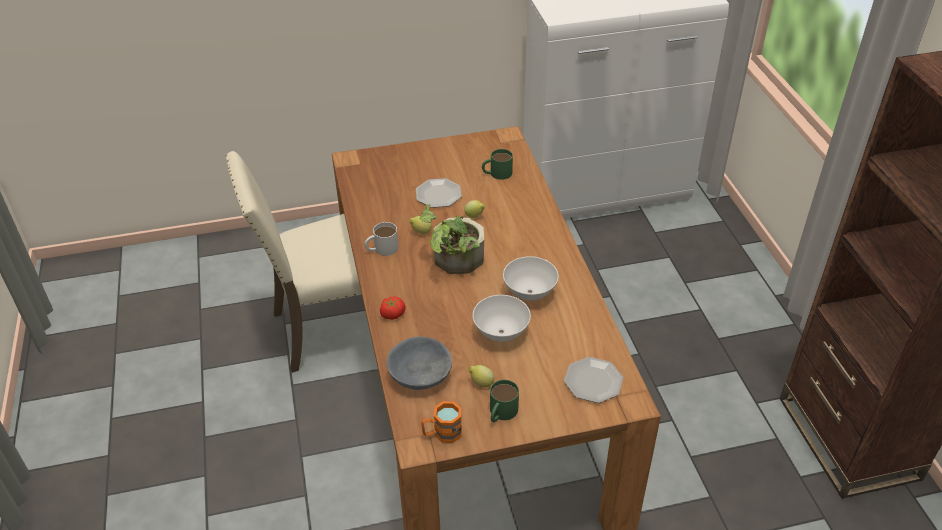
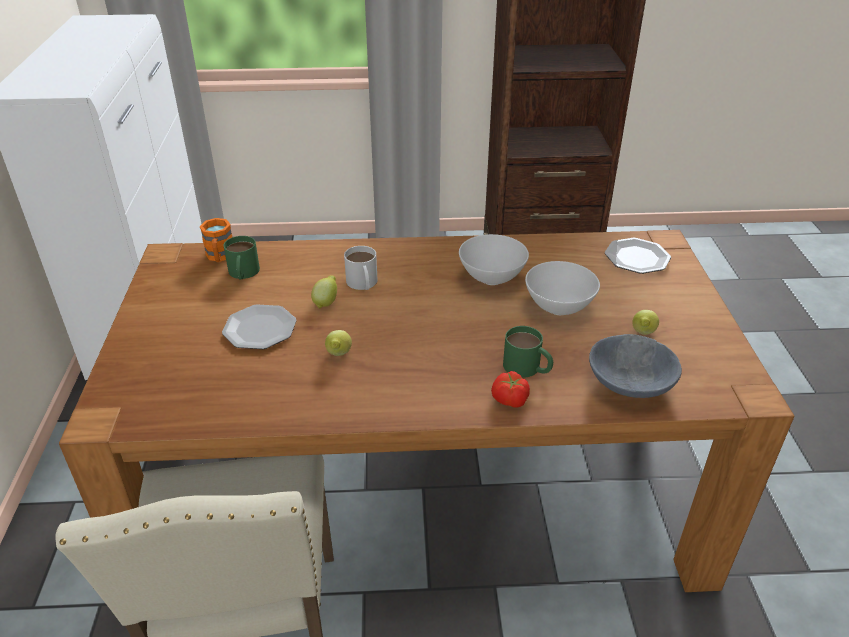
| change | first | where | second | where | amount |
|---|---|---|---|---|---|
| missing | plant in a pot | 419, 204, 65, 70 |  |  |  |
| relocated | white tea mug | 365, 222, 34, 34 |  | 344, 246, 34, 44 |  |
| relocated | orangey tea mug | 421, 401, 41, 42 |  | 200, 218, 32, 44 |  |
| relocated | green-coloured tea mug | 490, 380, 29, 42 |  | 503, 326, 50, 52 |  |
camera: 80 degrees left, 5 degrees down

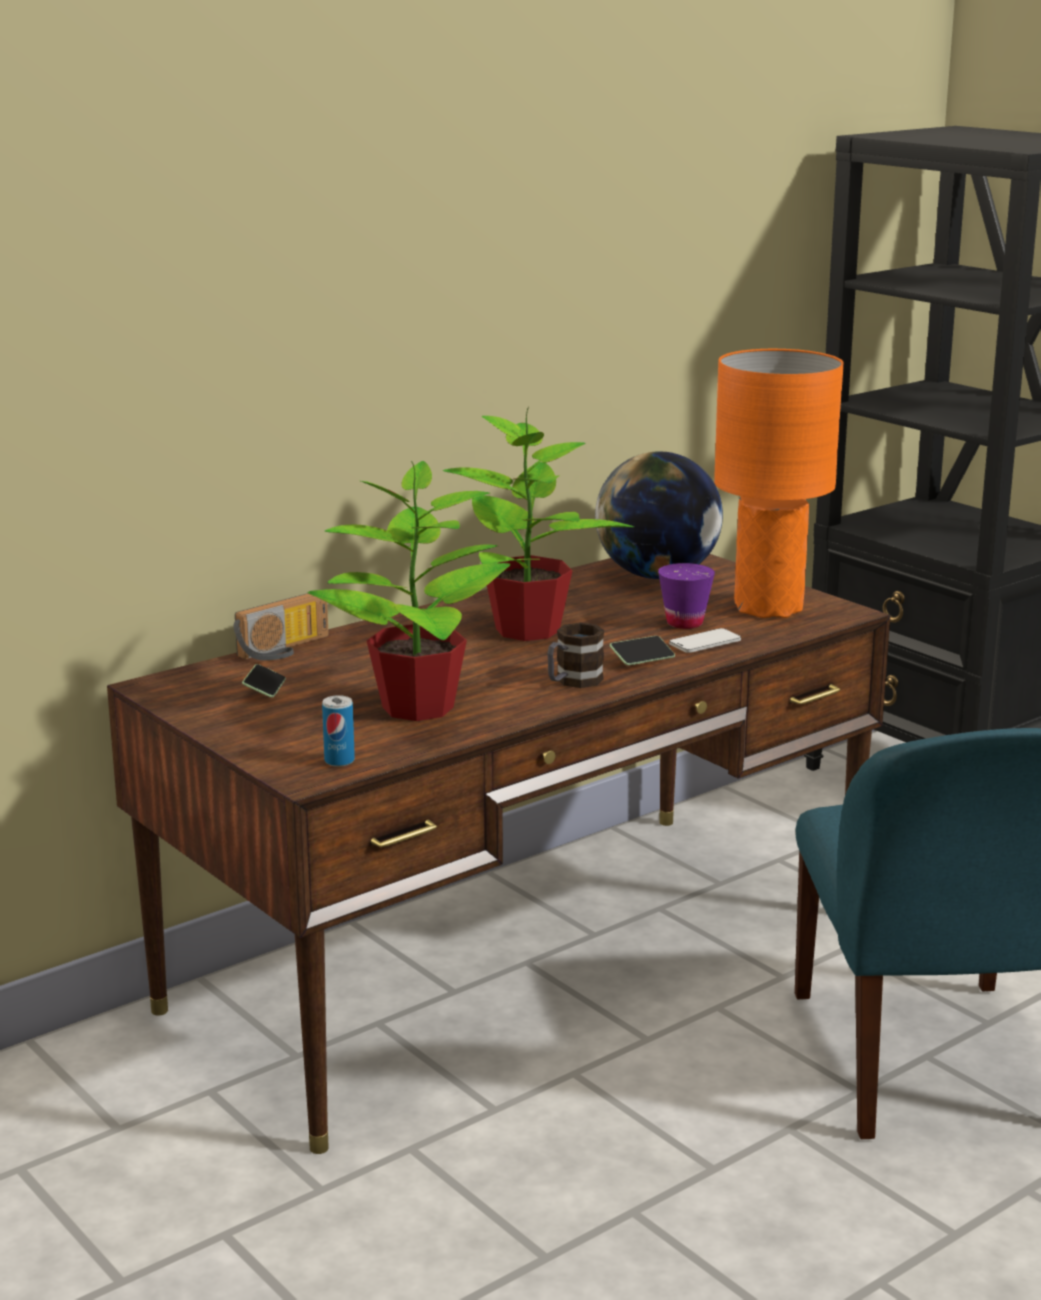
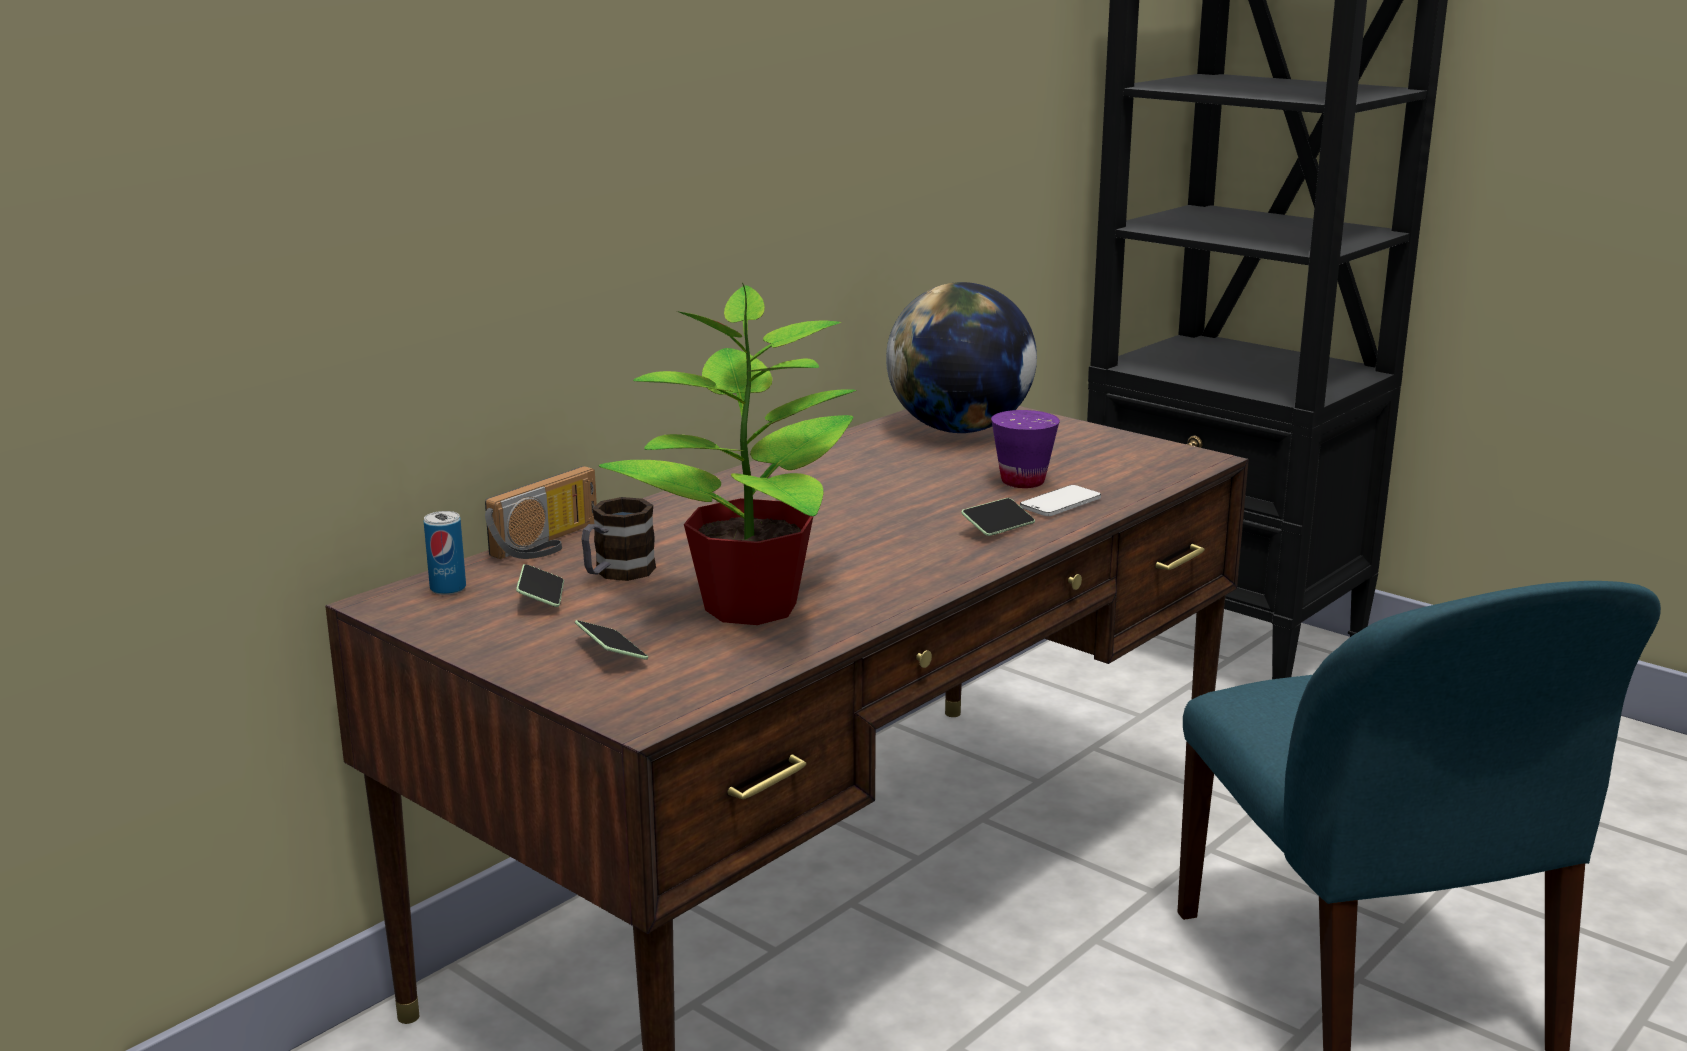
| change | first | where | second | where | amount |
|---|---|---|---|---|---|
| missing | plant in a pot | 442, 407, 192, 234 |  |  |  |
| missing | orangey lamp for a table | 714, 349, 130, 269 |  |  |  |
| appeared |  |  | telephone | 575, 620, 73, 40 |  |
| relocated | can | 322, 695, 33, 72 |  | 424, 511, 42, 84 |  |
| relocated | tea mug | 547, 622, 57, 66 |  | 581, 497, 75, 84 |  |
camera: 10 degrees left, 0 degrees up

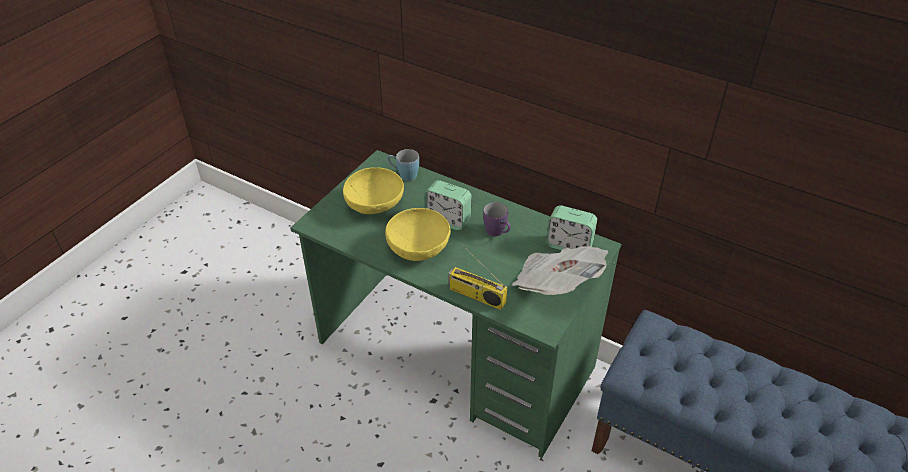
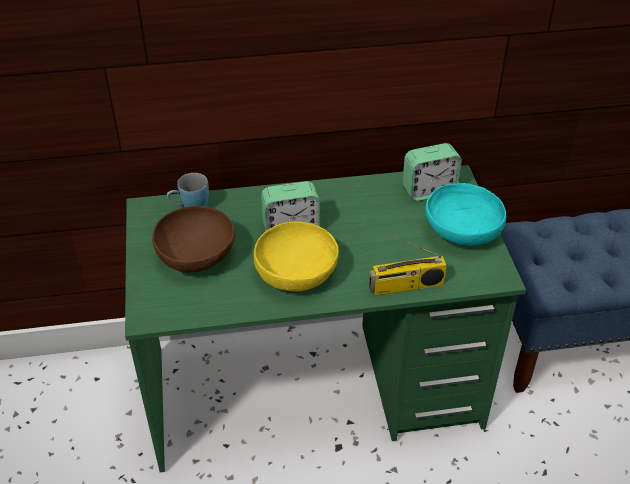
| change | first | where | second | where | amount |
|---|---|---|---|---|---|
| missing | purple tea mug | 483, 202, 28, 34 |  |  |  |
| exchanged | daily paper | 512, 246, 96, 49 | turquoise-coloured serving bowl | 425, 183, 81, 63 |  |
| colour | yellowish serving bowl | 343, 167, 61, 47 | brown-coloured serving bowl | 152, 206, 83, 67 |  |
camera: 40 degrees left, 0 degrees up

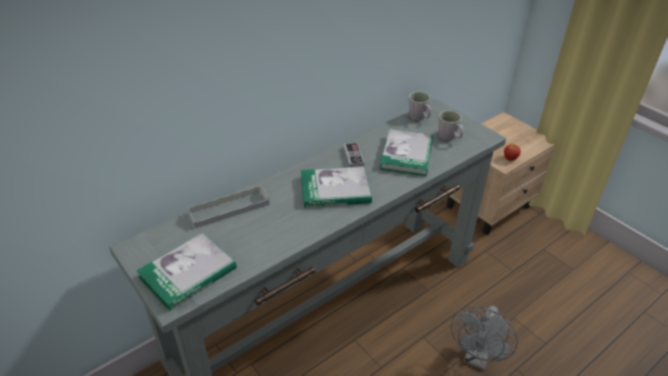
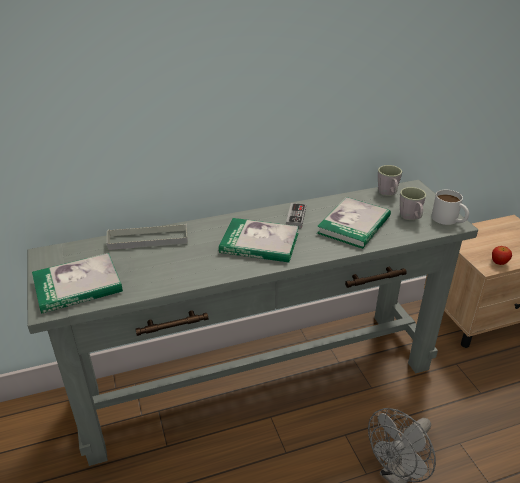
| change | first | where | second | where | amount |
|---|---|---|---|---|---|
| appeared |  |  | white tea mug | 431, 190, 38, 35 |  |
camera: 20 degrees right, 5 degrees down

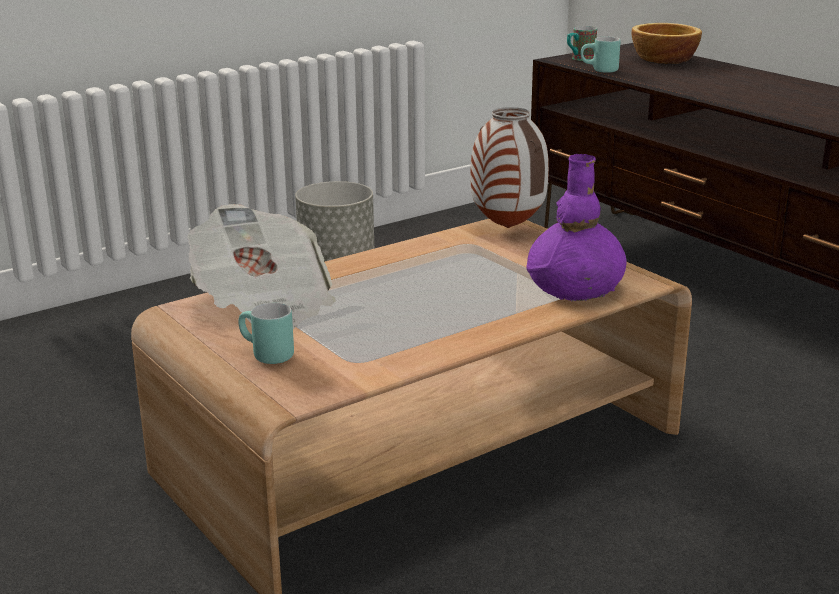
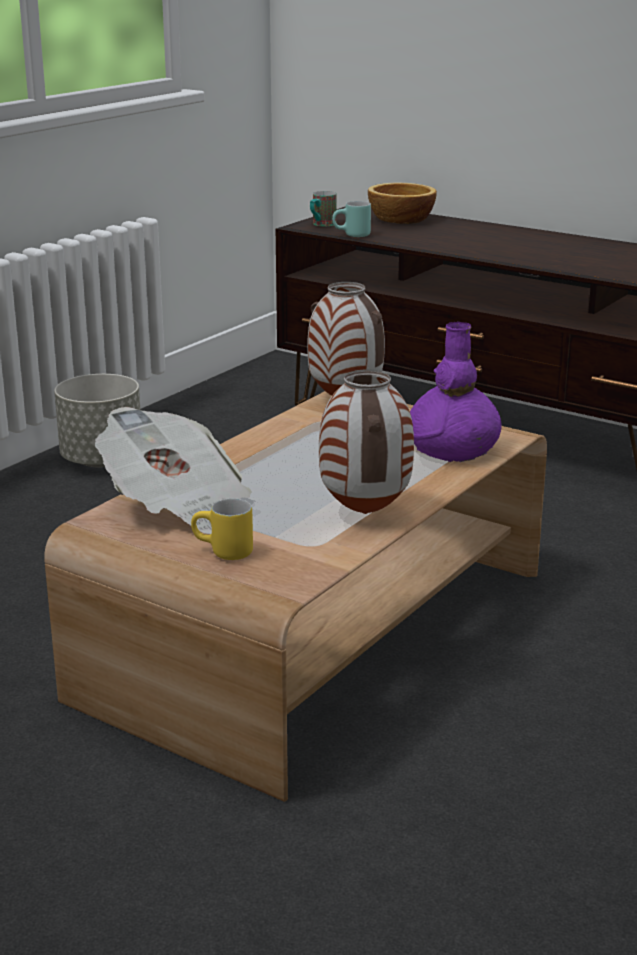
| change | first | where | second | where | amount |
|---|---|---|---|---|---|
| appeared |  |  | vase | 319, 369, 95, 145 |  |
| colour | turquoise-coloured tea mug | 238, 303, 56, 61 | yellowish tea mug | 191, 499, 62, 61 |  |
camera: 20 degrees left, 0 degrees up

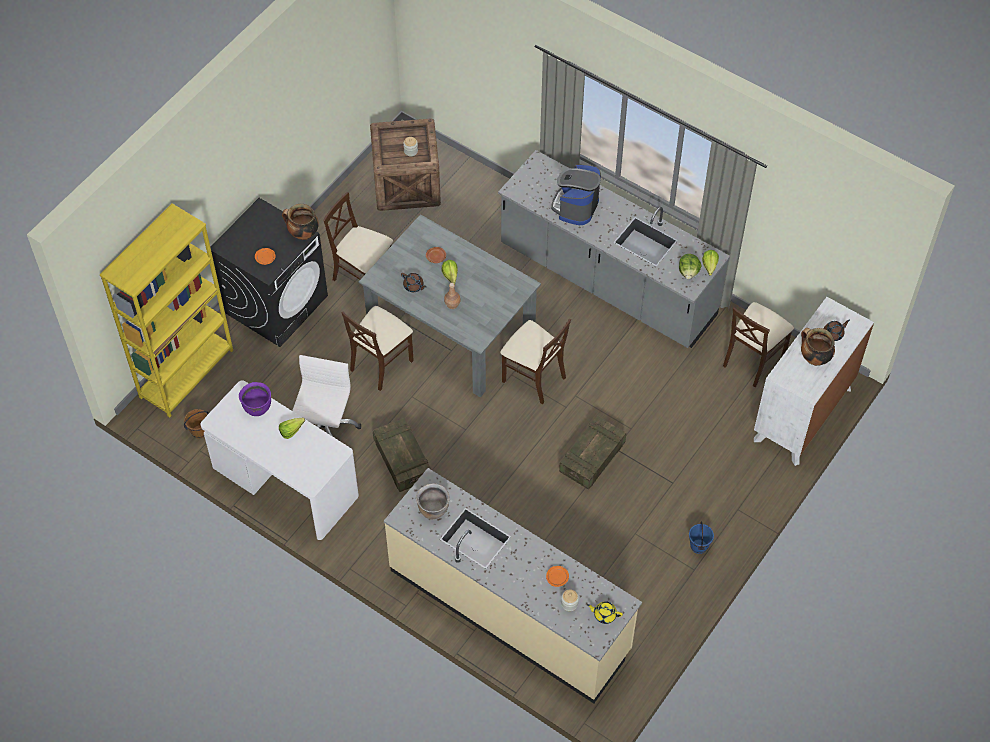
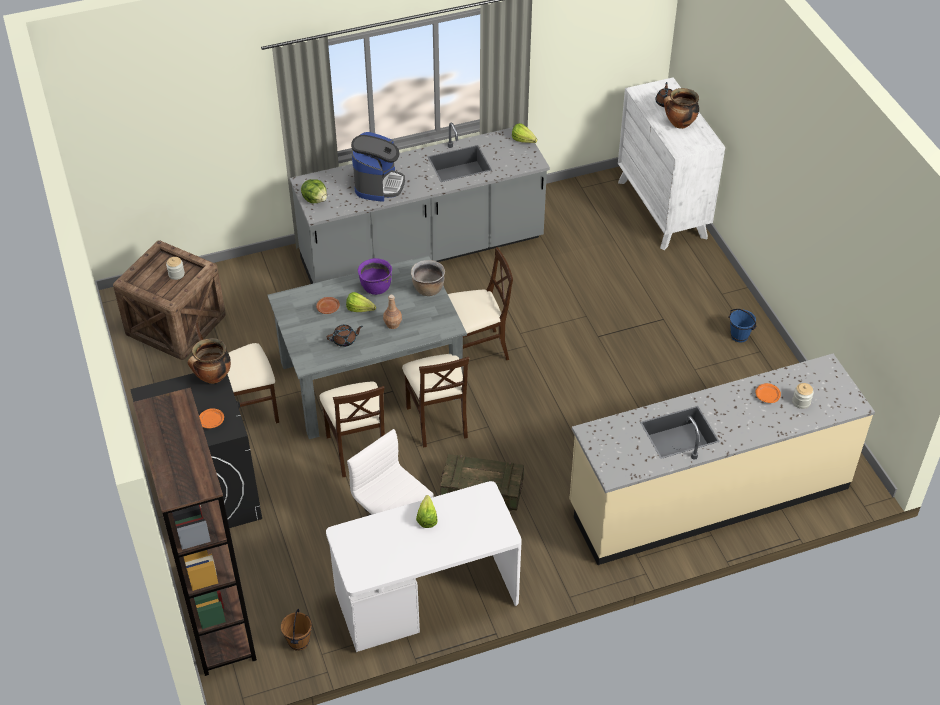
| change | first | where | second | where | amount |
|---|---|---|---|---|---|
| missing | packing crate | 559, 416, 67, 74 |  |  |  |
| missing | yellowish tea pot | 587, 601, 36, 23 |  |  |  |
| relocated | purple saucepot | 239, 382, 32, 34 |  | 358, 258, 34, 37 |  |
| relocated | brown-coloured saucepot | 416, 483, 34, 36 |  | 411, 260, 34, 36 |  |
| relocated | lettuce head | 679, 254, 23, 25 |  | 301, 179, 26, 24 |  |
| relocated | beige-coloured plain chair | 723, 302, 71, 85 |  | 402, 354, 67, 94 |  |
| colour | yellowish bookshelf | 100, 204, 133, 214 | brown-coloured bookshelf | 133, 387, 124, 289 |  |
| spun | coffee brewer | 551, 165, 50, 60 |  | 351, 132, 54, 70 | 135 degrees counterclockwise |
camera: 55 degrees left, 10 degrees down

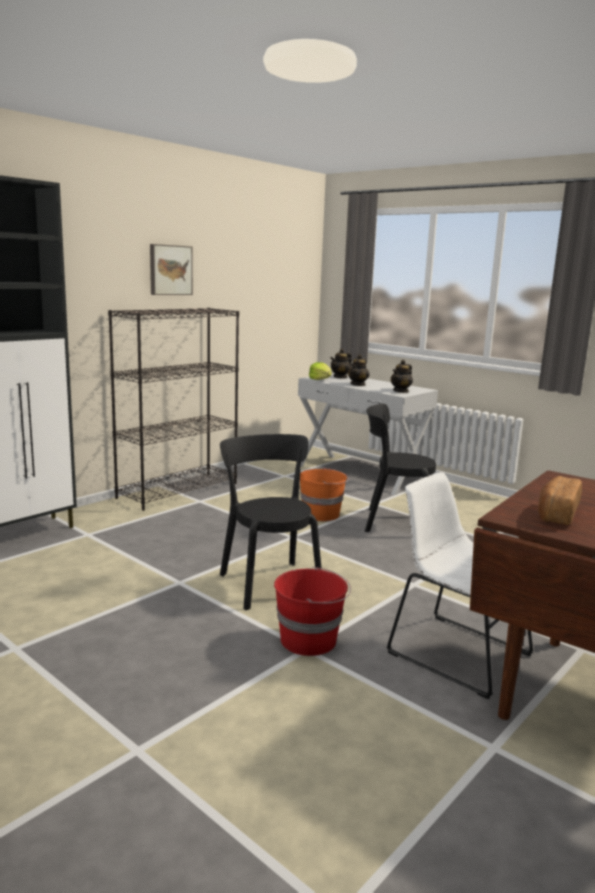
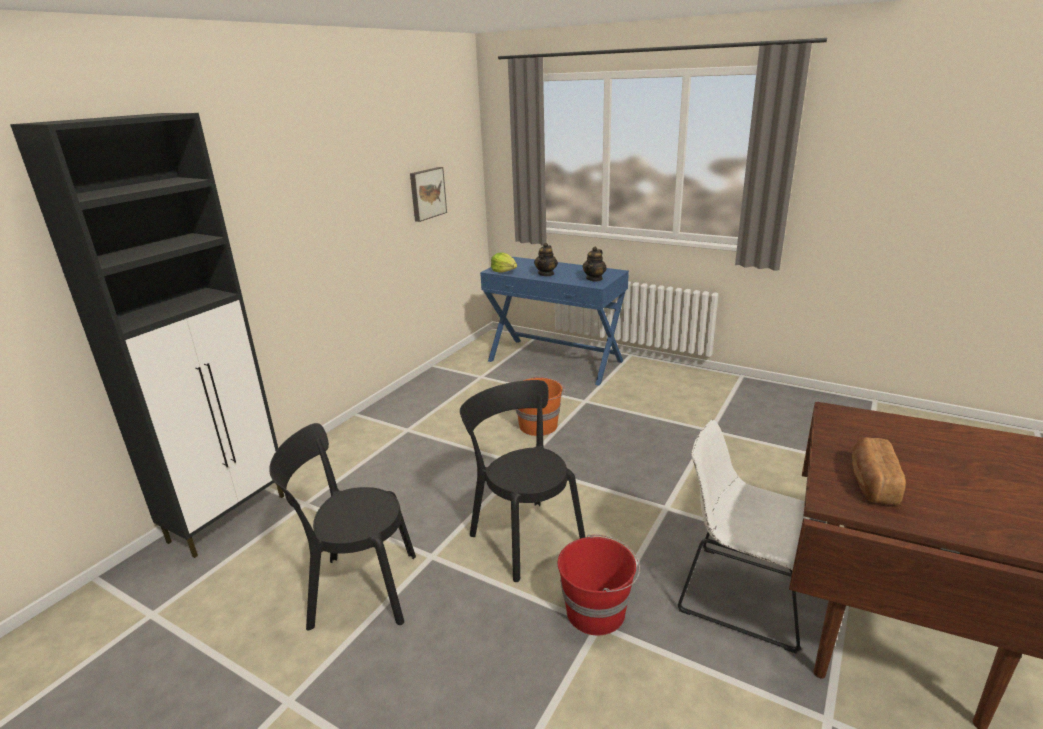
| change | first | where | second | where | amount |
|---|---|---|---|---|---|
| missing | blackish bookshelf | 108, 308, 131, 203 |  |  |  |
| missing | tea pot | 330, 349, 22, 30 |  |  |  |
| relocated | wall art | 150, 244, 43, 51 |  | 410, 167, 37, 55 |  |
| relocated | blackish plain chair | 365, 403, 71, 129 |  | 269, 423, 147, 208 |  |
| colour | white console table | 298, 373, 140, 122 | bluish console table | 480, 257, 149, 129 |  |
camera: 10 degrees left, 10 degrees up

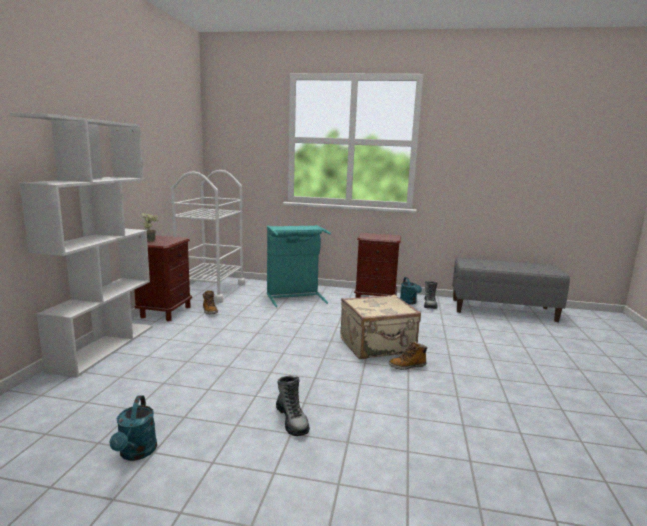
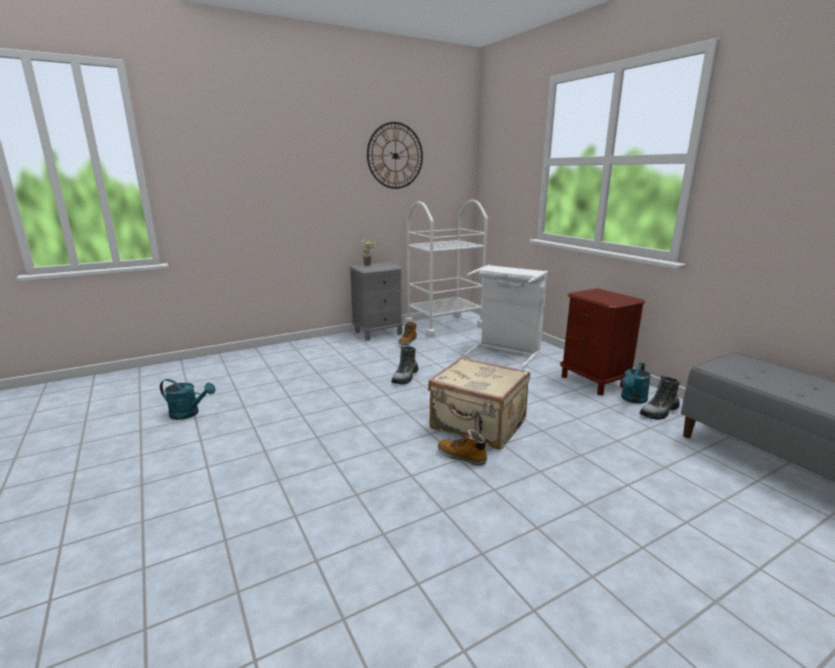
| change | first | where | second | where | amount |
|---|---|---|---|---|---|
| missing | white bookshelf | 10, 113, 143, 264 |  |  |  |
| appeared |  |  | hanging clock | 367, 122, 56, 67 |  |
| relocated | boot | 276, 376, 34, 60 |  | 391, 346, 28, 38 |  |
| colour | brown-coloured night table | 134, 236, 58, 85 | greyish night table | 349, 262, 55, 79 |  |
| colour | turquoise-coloured laundry basket | 267, 225, 64, 83 | white laundry basket | 464, 265, 84, 103 |  |
| spun | turquoise-coloured sprinkling can | 110, 395, 47, 66 |  | 160, 379, 56, 41 | 120 degrees counterclockwise |
camera: 50 degrees right, 5 degrees up

